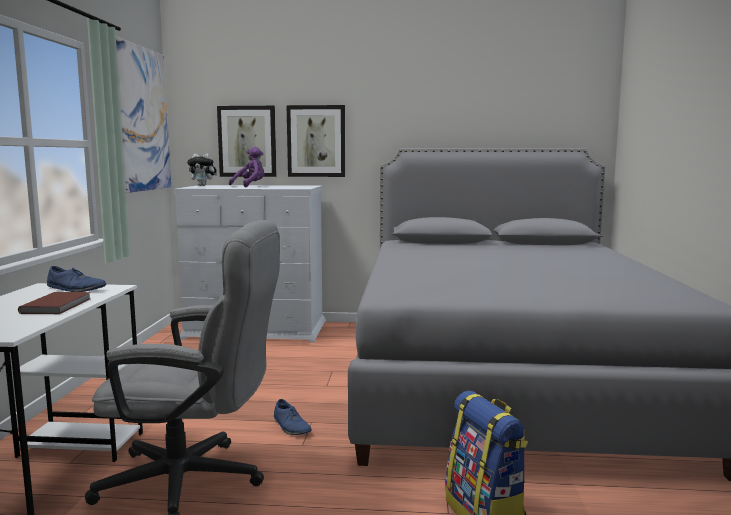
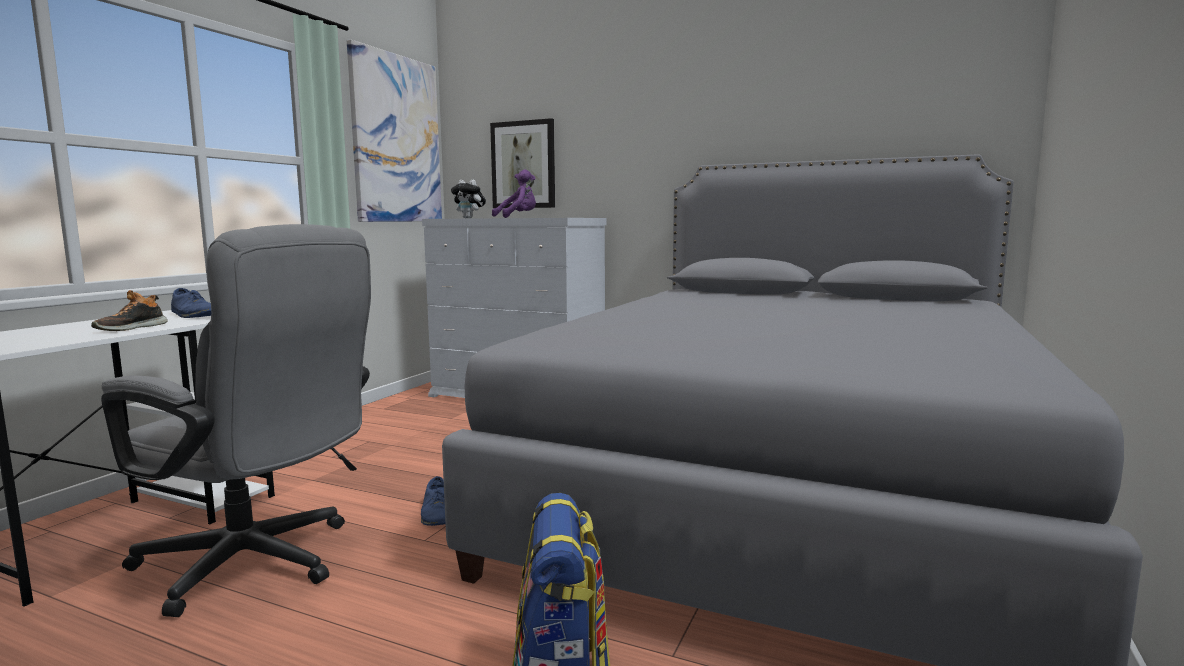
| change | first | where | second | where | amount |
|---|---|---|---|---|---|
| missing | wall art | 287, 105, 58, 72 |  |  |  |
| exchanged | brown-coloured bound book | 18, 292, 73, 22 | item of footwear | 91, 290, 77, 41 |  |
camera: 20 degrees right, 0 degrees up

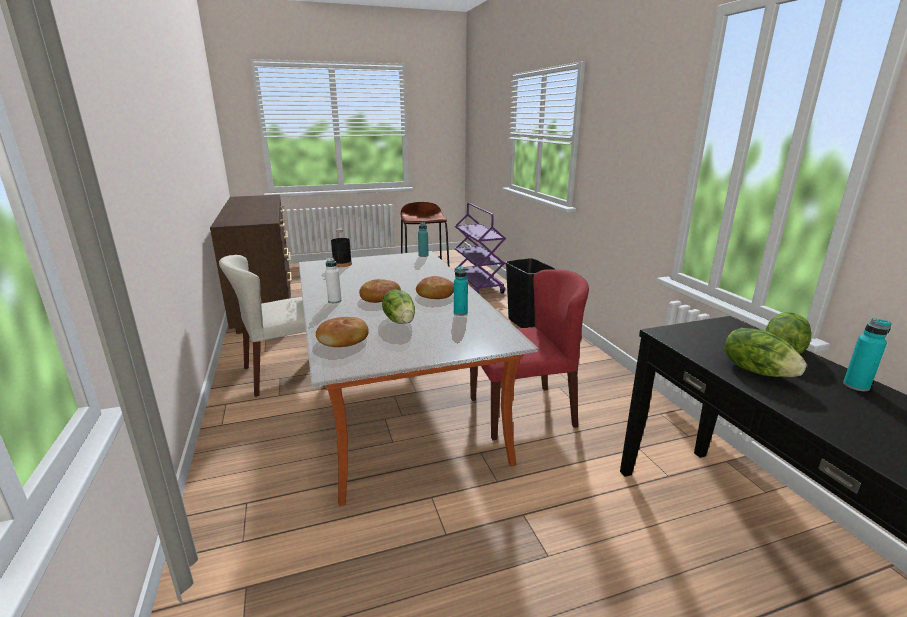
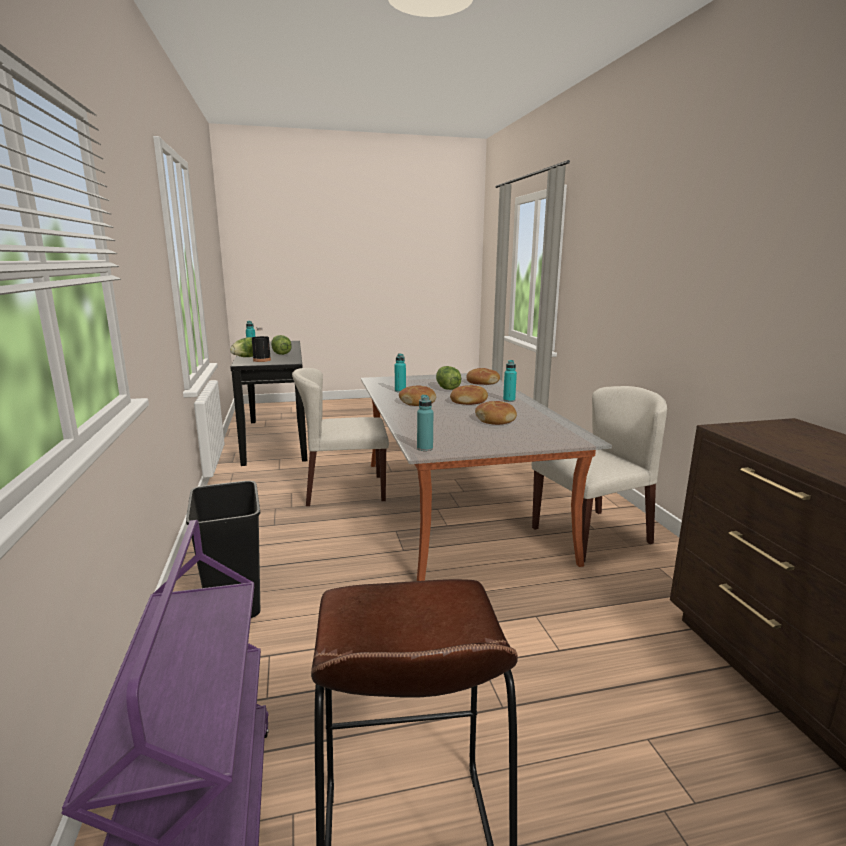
| change | first | where | second | where | amount |
|---|---|---|---|---|---|
| appeared |  |  | baked bread | 475, 401, 42, 24 |  |
| relocated | blackish bottle | 331, 229, 21, 38 |  | 252, 327, 19, 35 |  |
| colour | white bottle | 325, 258, 17, 45 | turquoise-coloured bottle | 503, 360, 14, 42 |  |
| colour | reddish plain chair | 470, 269, 119, 171 | beige-coloured plain chair | 292, 368, 97, 138 |  |
camera: 175 degrees left, 5 degrees down

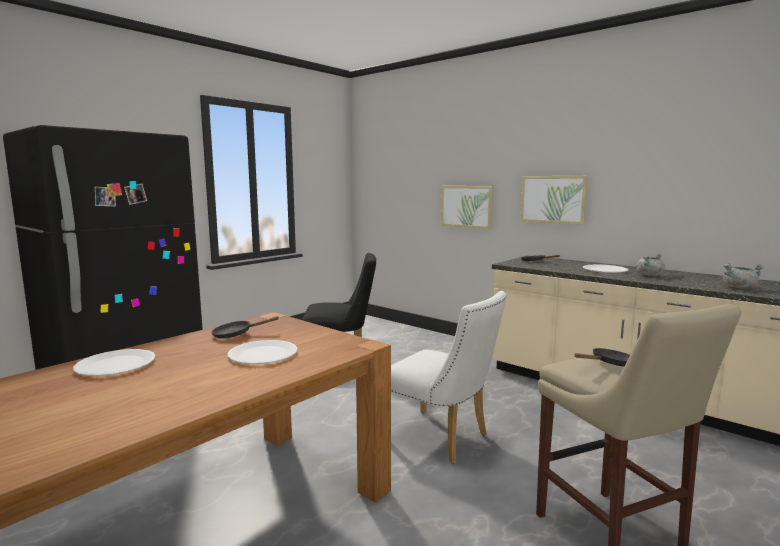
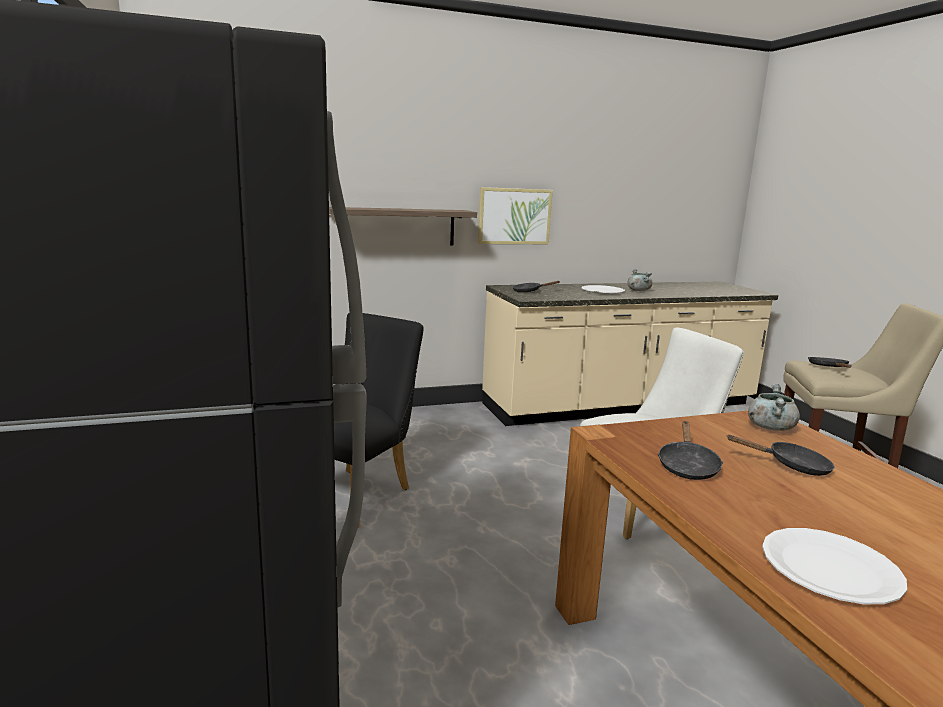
| change | first | where | second | where | amount |
|---|---|---|---|---|---|
| relocated | greyish saucepot | 723, 264, 41, 25 |  | 748, 384, 52, 47 |  |
| exchanged | white plate | 227, 340, 71, 24 | blackish pan | 726, 435, 109, 41 |  |
| exchanged | wall art | 441, 186, 52, 43 | bracket shelf | 329, 207, 148, 39 |  |
camera: 60 degrees left, 5 degrees up

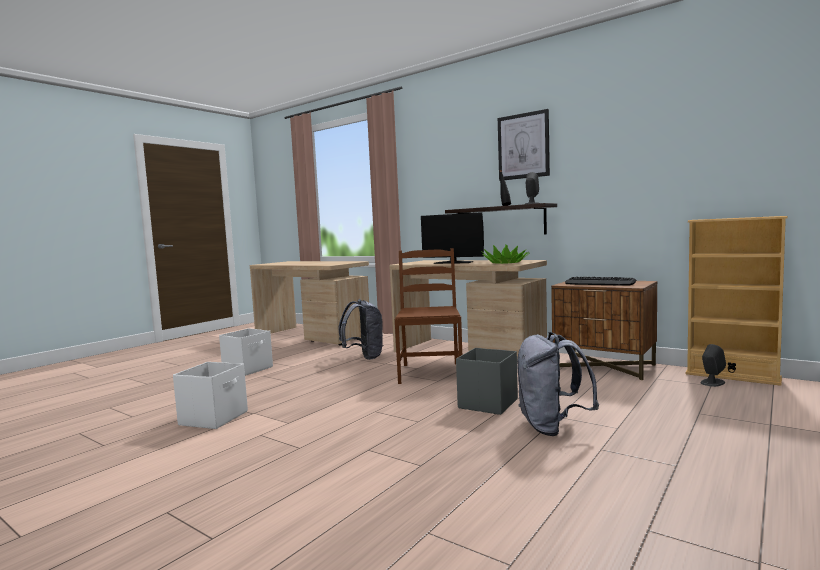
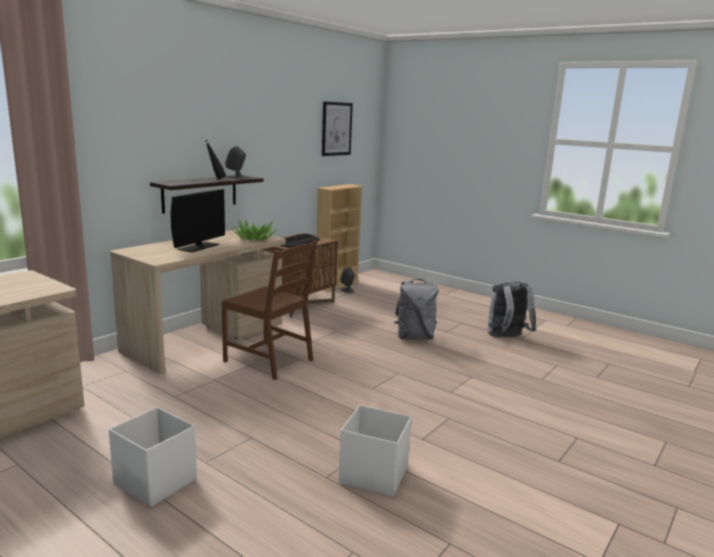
| change | first | where | second | where | amount |
|---|---|---|---|---|---|
| missing | greyish storage box | 456, 348, 62, 67 |  |  |  |
| relocated | greyish knapsack | 339, 299, 44, 61 |  | 487, 281, 49, 56 |  |
| relocated | wall art | 498, 109, 52, 72 |  | 322, 101, 31, 55 |  |
| spun | brown-coloured plain chair | 395, 248, 67, 136 |  | 222, 241, 96, 139 | 150 degrees counterclockwise |
camera: 90 degrees left, 10 degrees up

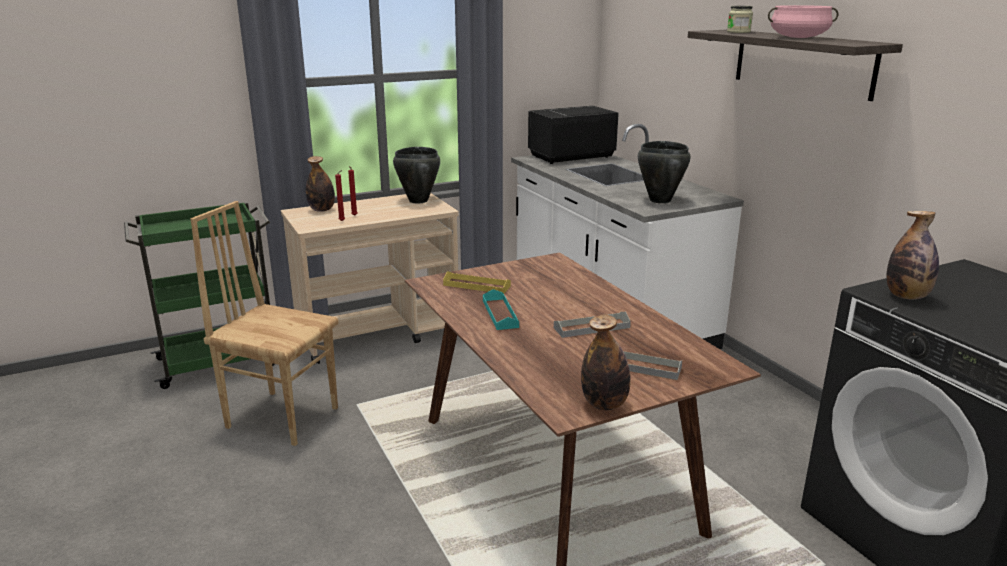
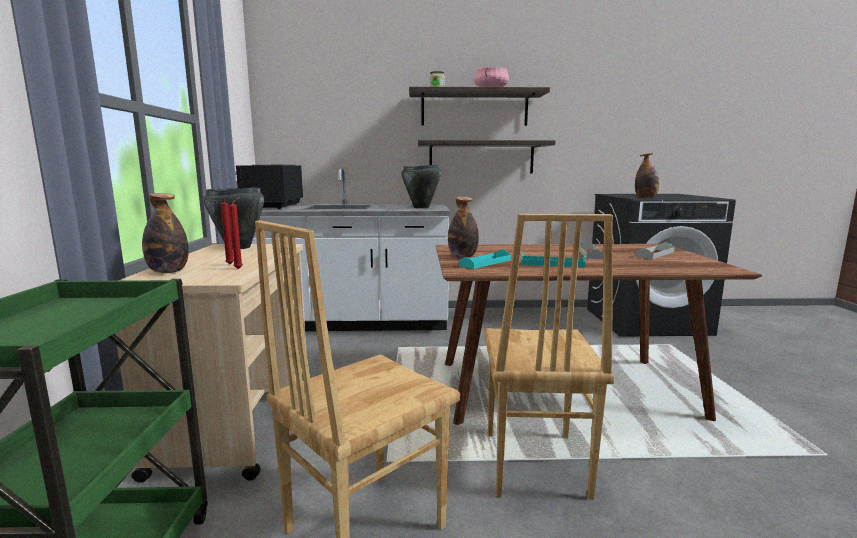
| change | first | where | second | where | amount |
|---|---|---|---|---|---|
| appeared |  |  | bracket shelf | 418, 140, 138, 33 |  |
| appeared |  |  | brown-coloured plain chair | 484, 214, 130, 286 |  |
| relocated | bottle | 581, 315, 50, 95 |  | 448, 196, 31, 62 |  |
| colour | yellowish serving tray | 443, 271, 68, 22 | turquoise-coloured serving tray | 459, 249, 52, 20 |  |
camera: 65 degrees left, 10 degrees down

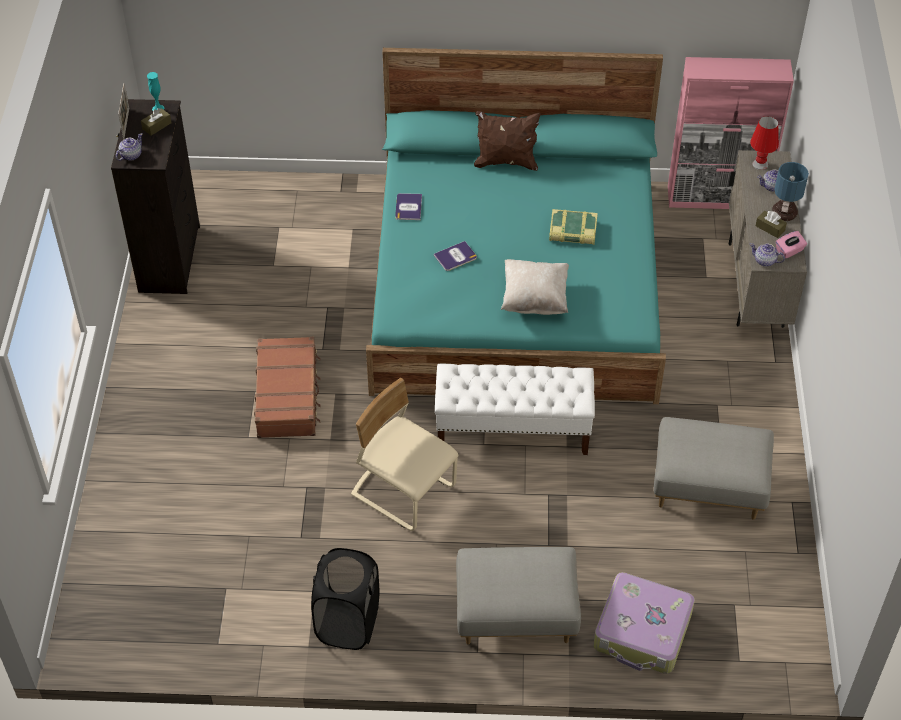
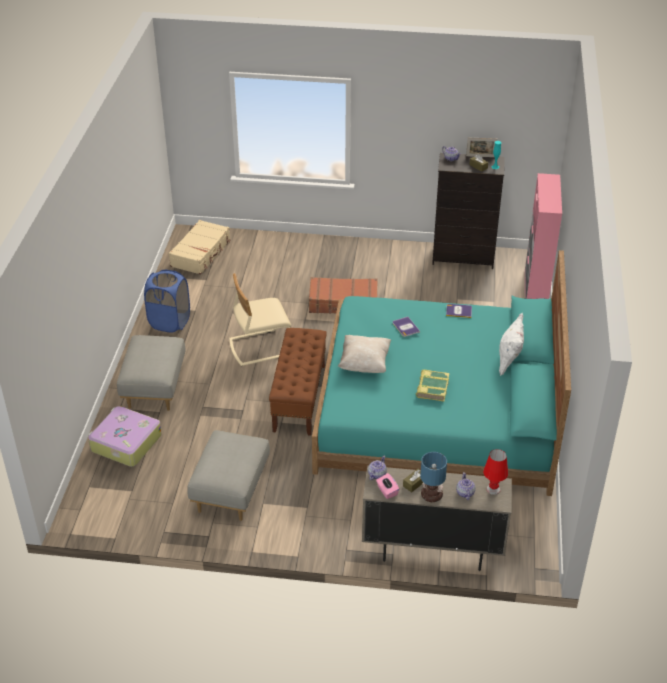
| change | first | where | second | where | amount |
|---|---|---|---|---|---|
| appeared |  |  | beige-coloured suitcase | 169, 220, 61, 55 |  |
| relocated | pink-coloured cabinet | 668, 57, 126, 152 |  | 525, 173, 37, 126 |  |
| colour | blackish laundry basket | 311, 548, 68, 102 | bluish laundry basket | 144, 269, 46, 64 |  |
| colour | white long seat | 435, 364, 160, 91 | brown-coloured long seat | 269, 328, 58, 108 |  |
| colour | brown-coloured pillow | 474, 111, 67, 60 | white pillow | 499, 312, 25, 64 |  |
| spun | beige-coloured plain chair | 351, 378, 107, 153 |  | 229, 273, 62, 93 | 150 degrees counterclockwise |
camera: 95 degrees right, 10 degrees down

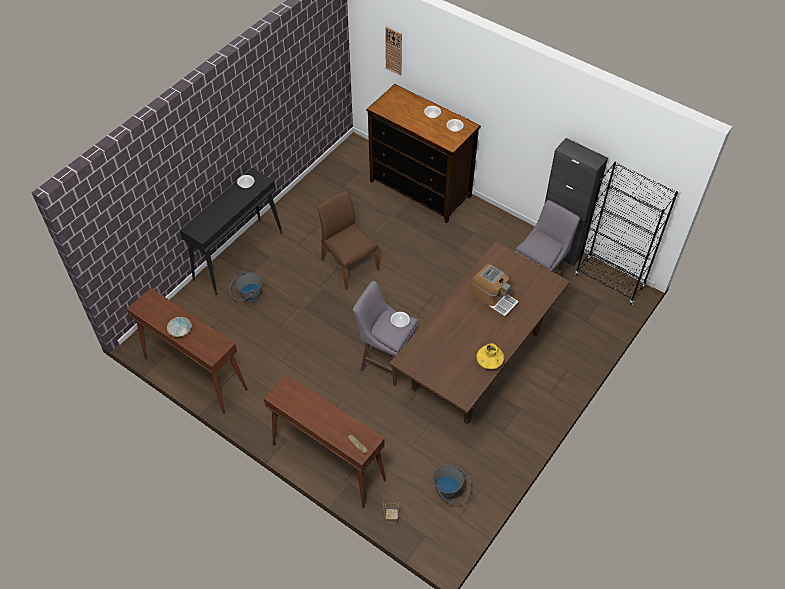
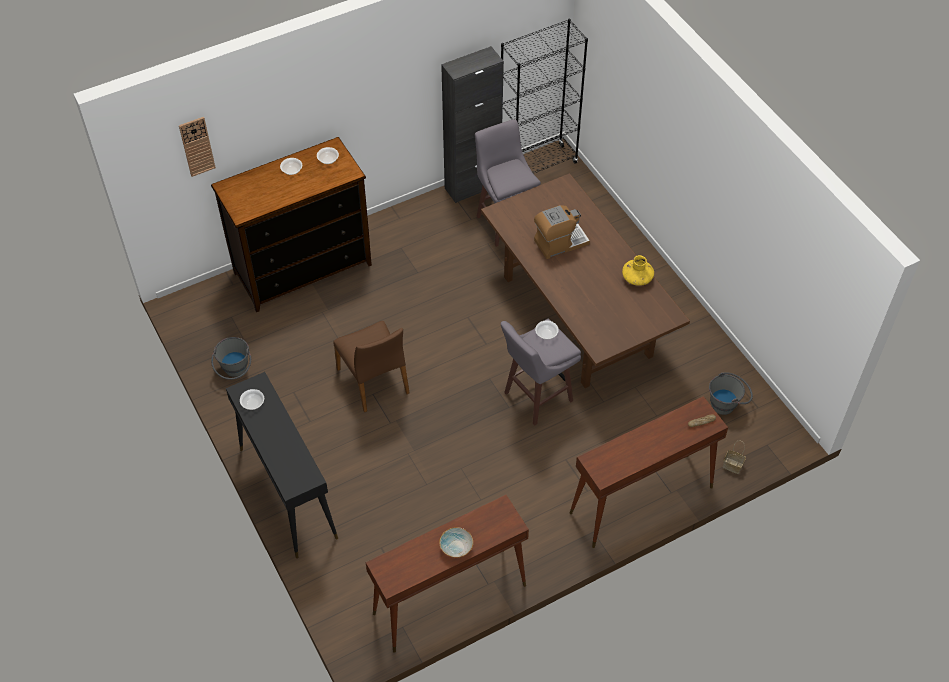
| change | first | where | second | where | amount |
|---|---|---|---|---|---|
| relocated | greyish pail | 229, 271, 34, 32 |  | 211, 337, 40, 43 |  |
| spun | brown-coloured plain chair | 318, 191, 62, 98 |  | 333, 321, 77, 92 | 105 degrees counterclockwise |
camera: 65 degrees left, 0 degrees up

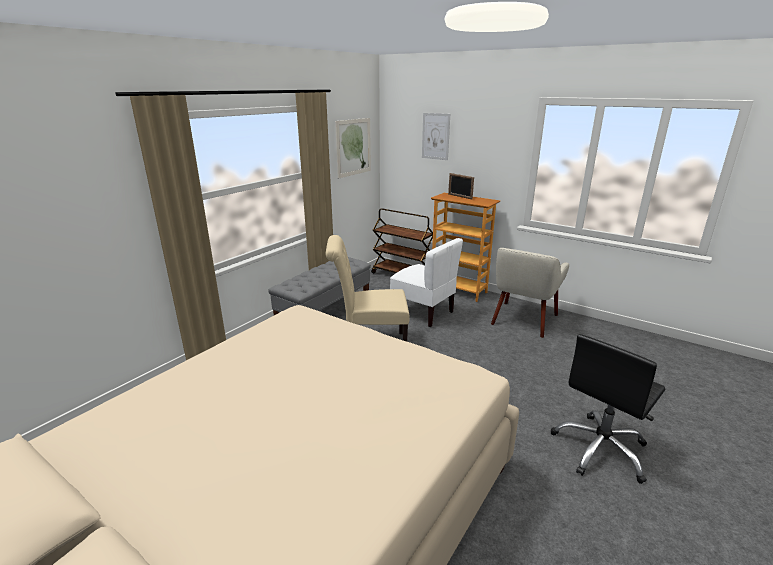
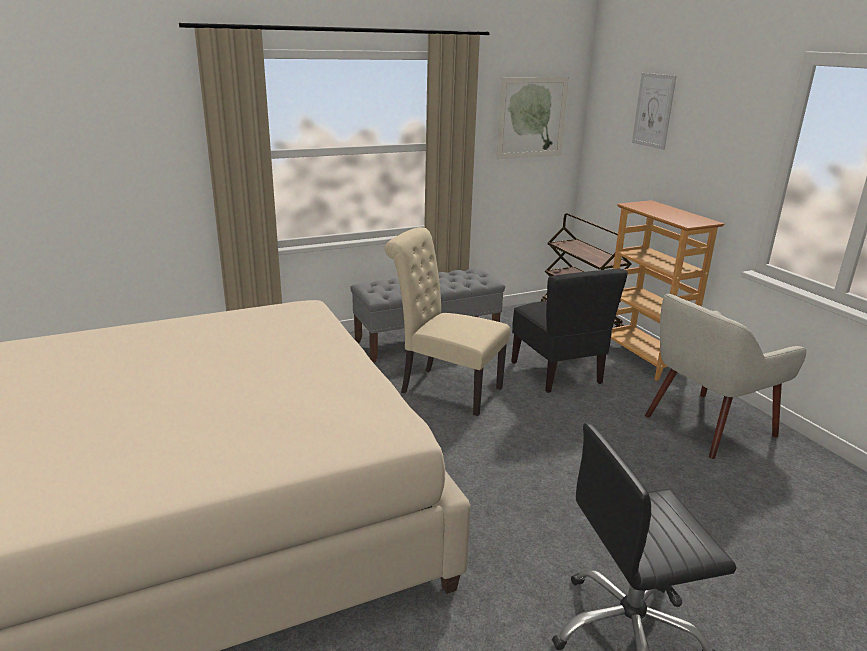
| change | first | where | second | where | amount |
|---|---|---|---|---|---|
| missing | standing frame | 448, 173, 26, 26 |  |  |  |
| colour | white plain chair | 390, 238, 73, 89 | blackish plain chair | 511, 269, 117, 124 |  |
camera: 30 degrees right, 0 degrees up

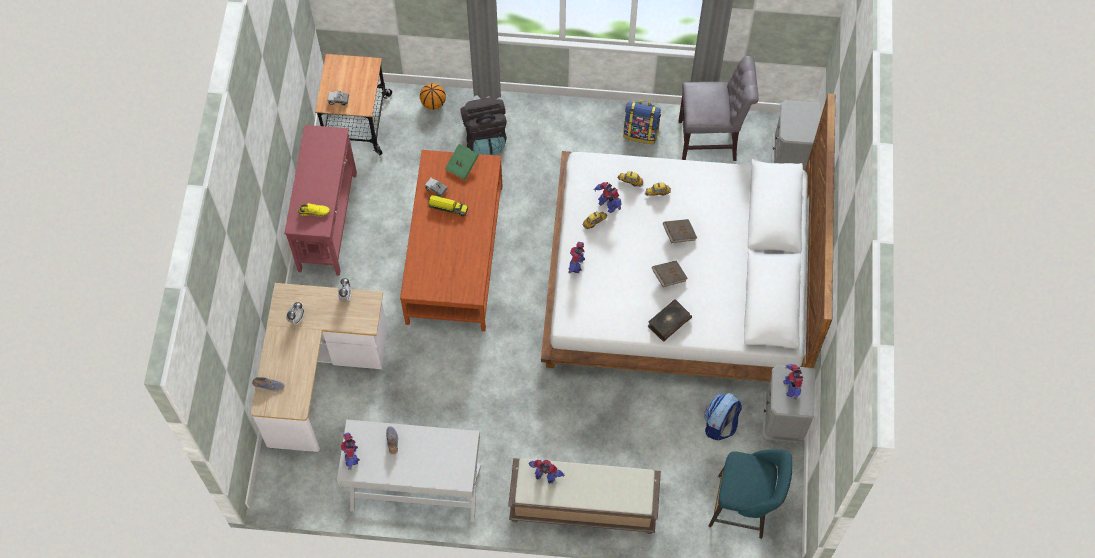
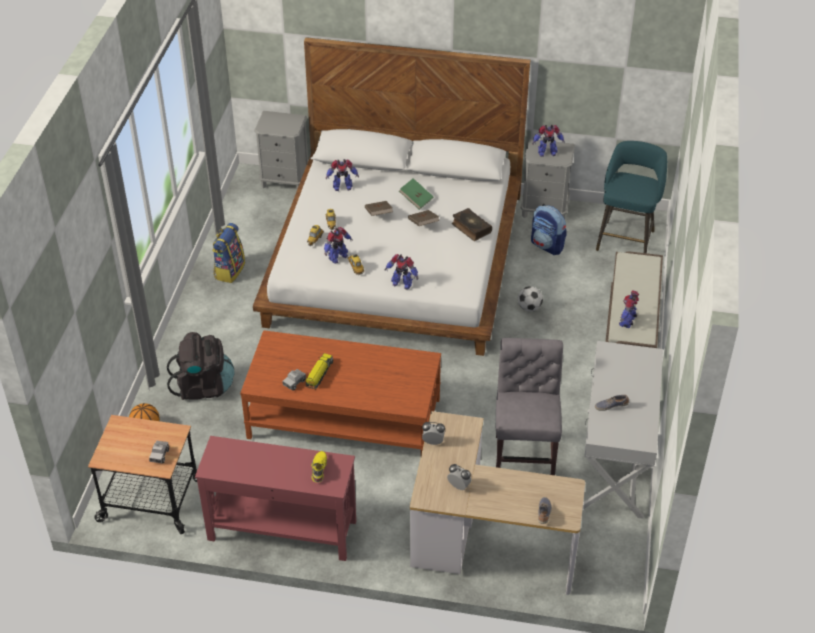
| change | first | where | second | where | amount |
|---|---|---|---|---|---|
| appeared |  |  | football ball | 518, 286, 25, 26 |  |
| relocated | model robot | 341, 432, 18, 38 |  | 326, 159, 33, 32 |  |
| relocated | green-coloured bound book | 445, 144, 34, 36 |  | 399, 178, 34, 32 |  |
| relocated | greyish plain chair | 679, 56, 80, 105 |  | 496, 338, 67, 137 |  |
camera: 85 degrees left, 20 degrees down

